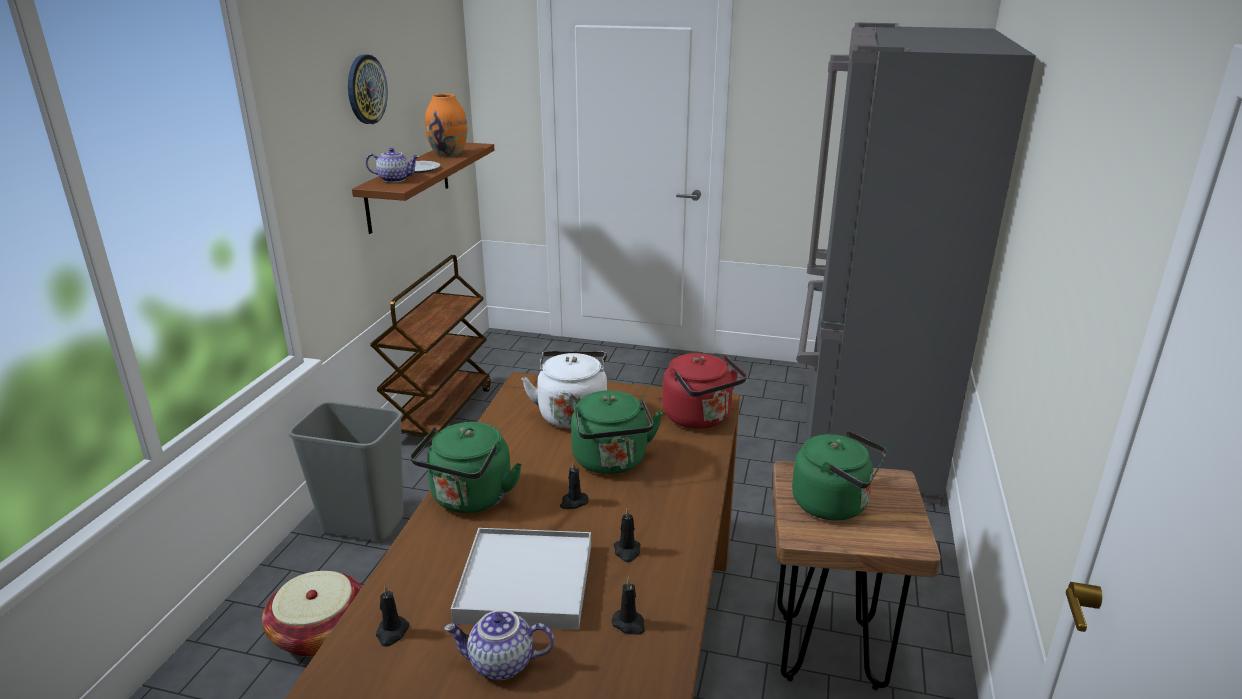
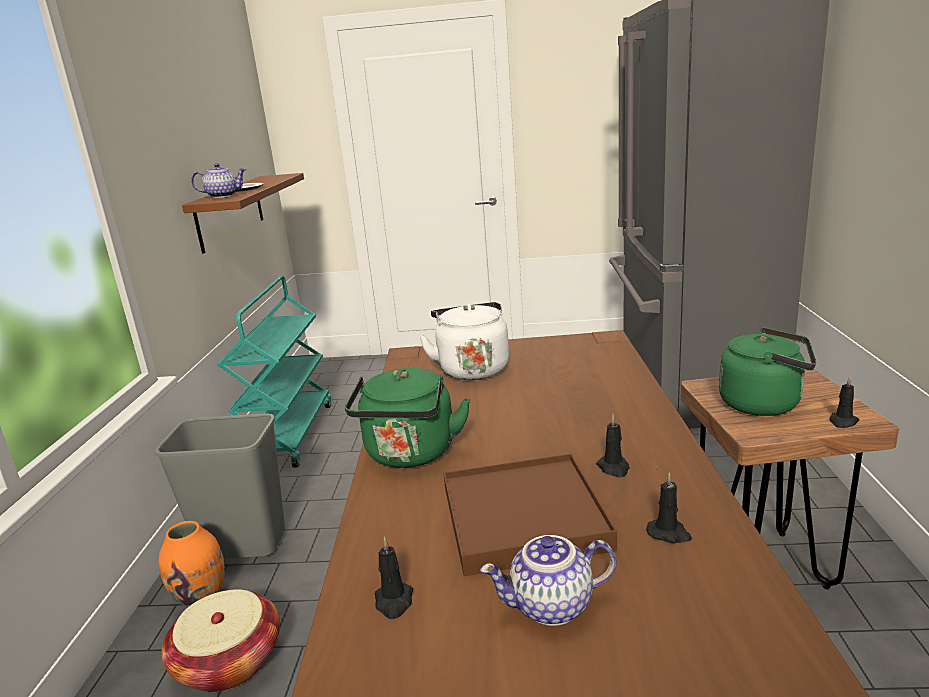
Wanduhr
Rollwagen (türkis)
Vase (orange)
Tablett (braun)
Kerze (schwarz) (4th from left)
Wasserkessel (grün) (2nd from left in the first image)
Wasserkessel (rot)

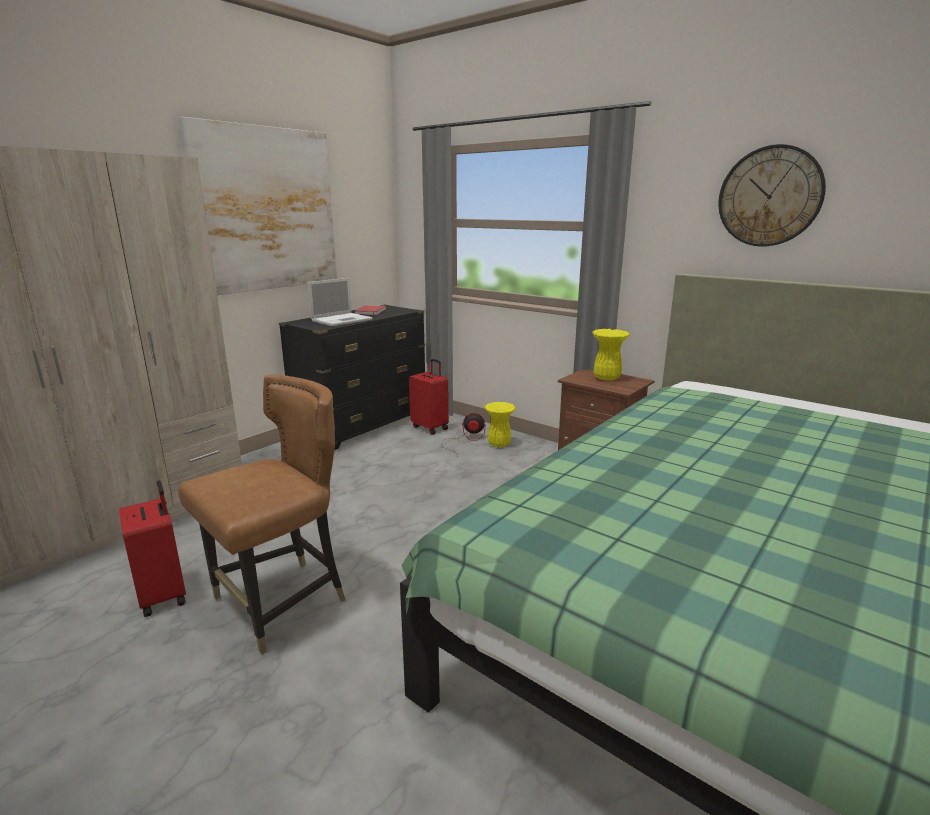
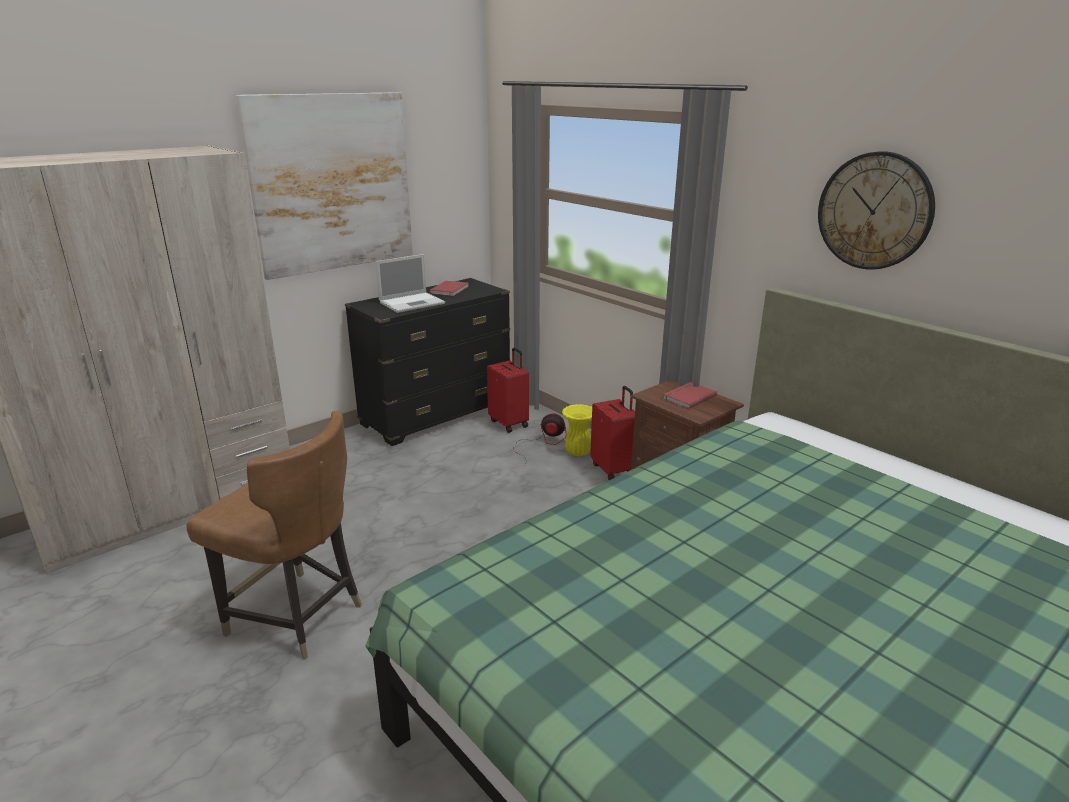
Koffer (rot) (2nd from left)
Stuhl (braun)
Buch (rot) (2nd from left)

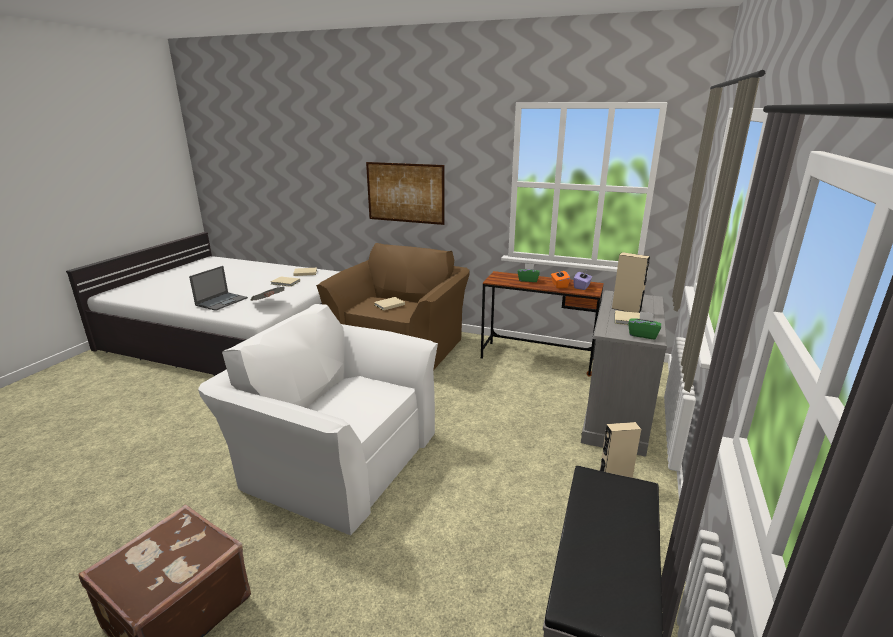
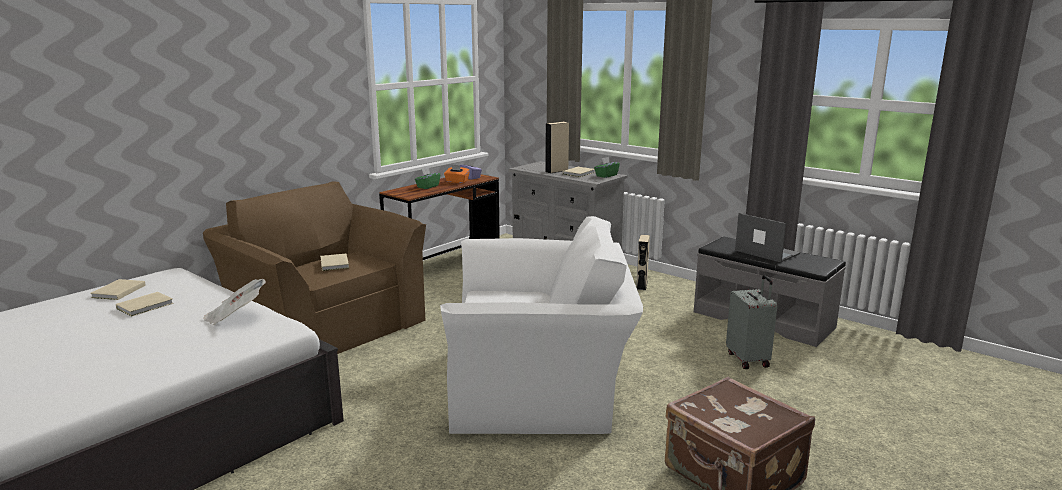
Laptop
Sessel (weiß)
Bild
Koffer (grau)

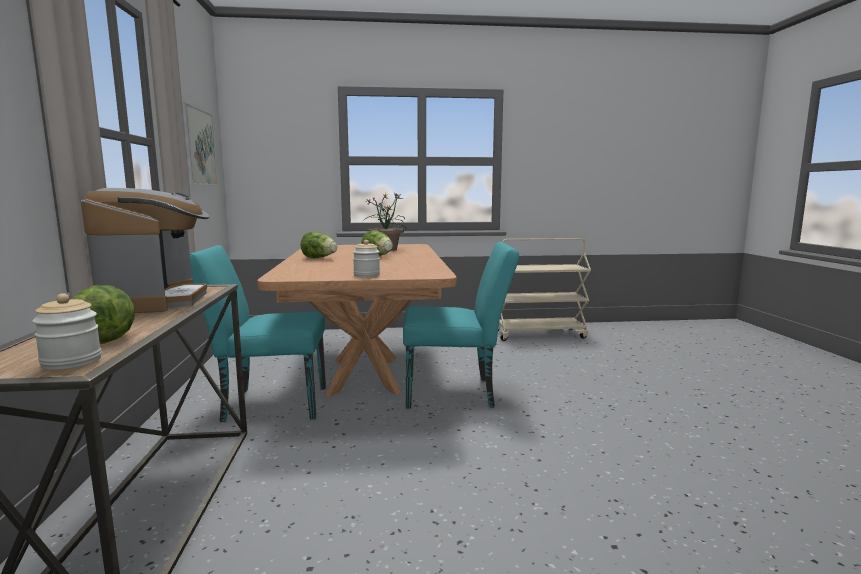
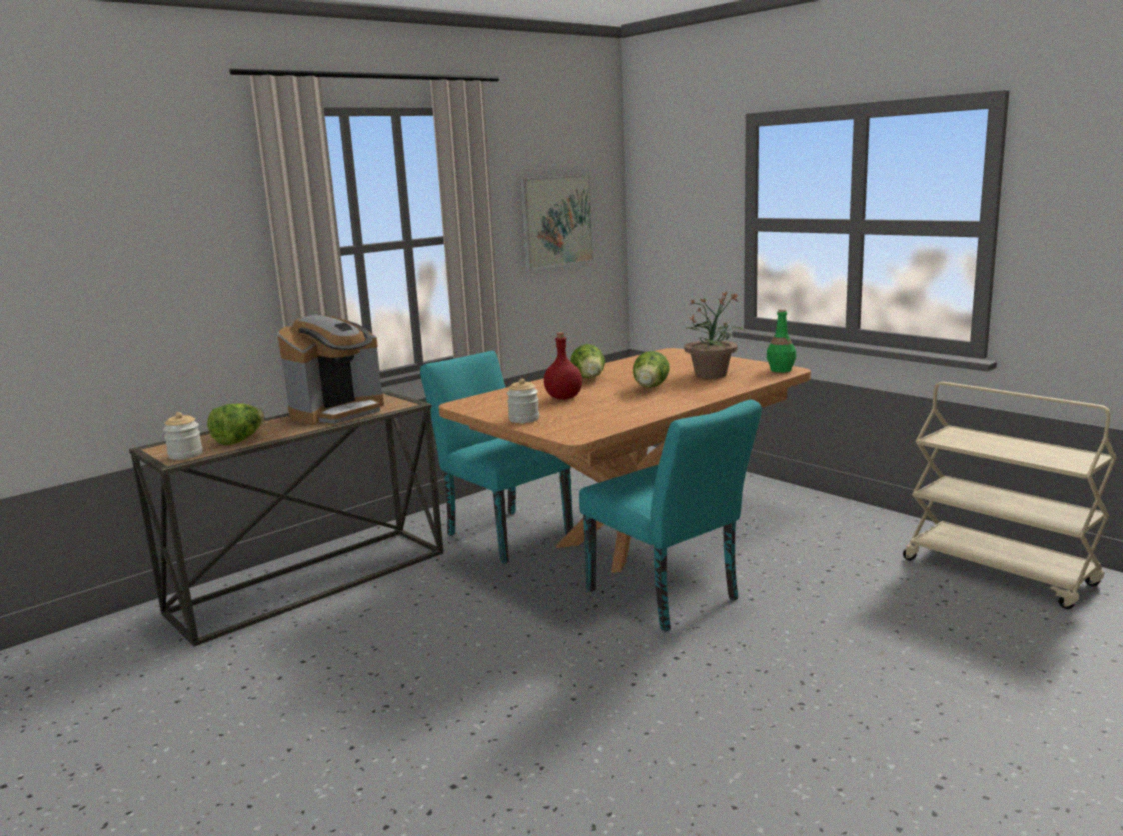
Flasche (rot)
Flasche (grün)

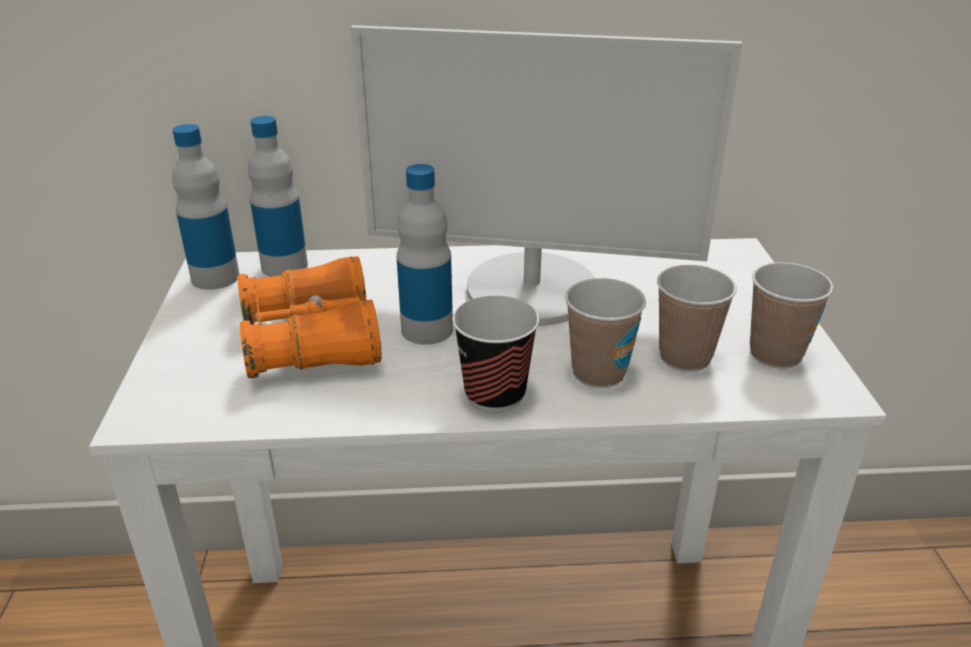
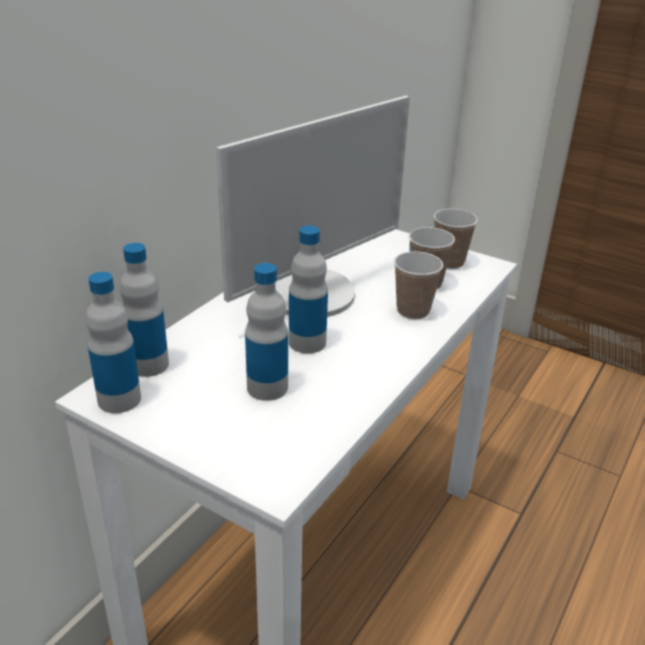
Flasche (3rd from left)
Tasse (1st from left in the first image)

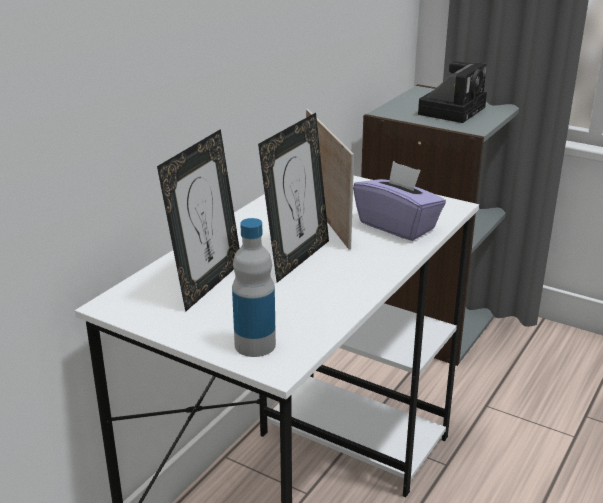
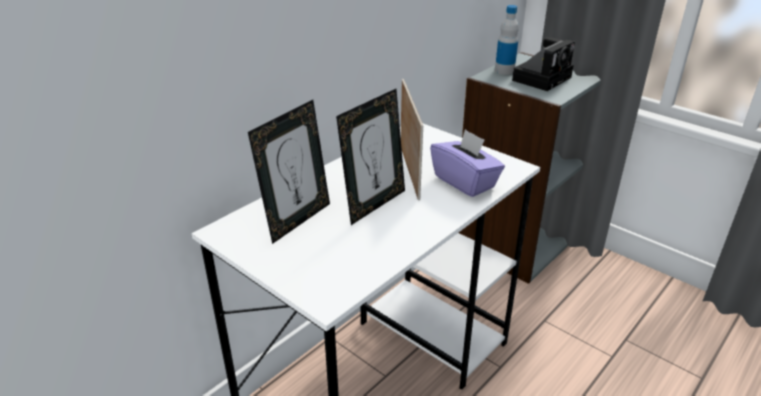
Flasche

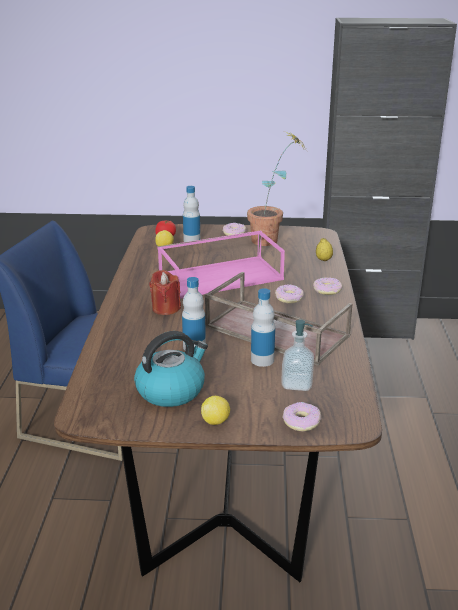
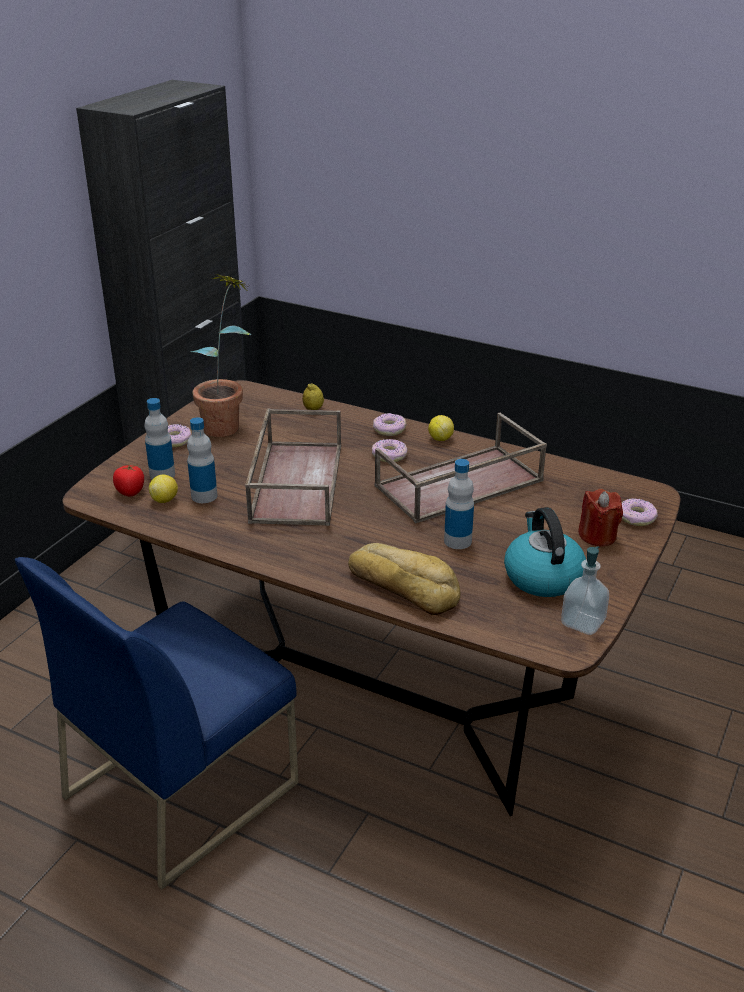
Kerze (rot)
Tablett (braun) (1st from left)
Zitrone (3rd from left)
Flasche (2nd from left)
Seifenspender
Brot

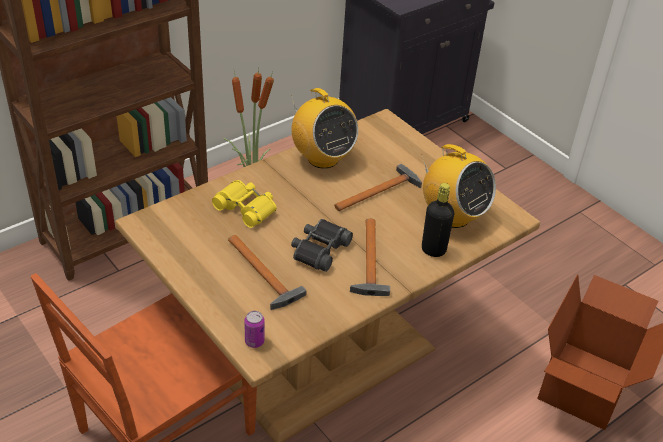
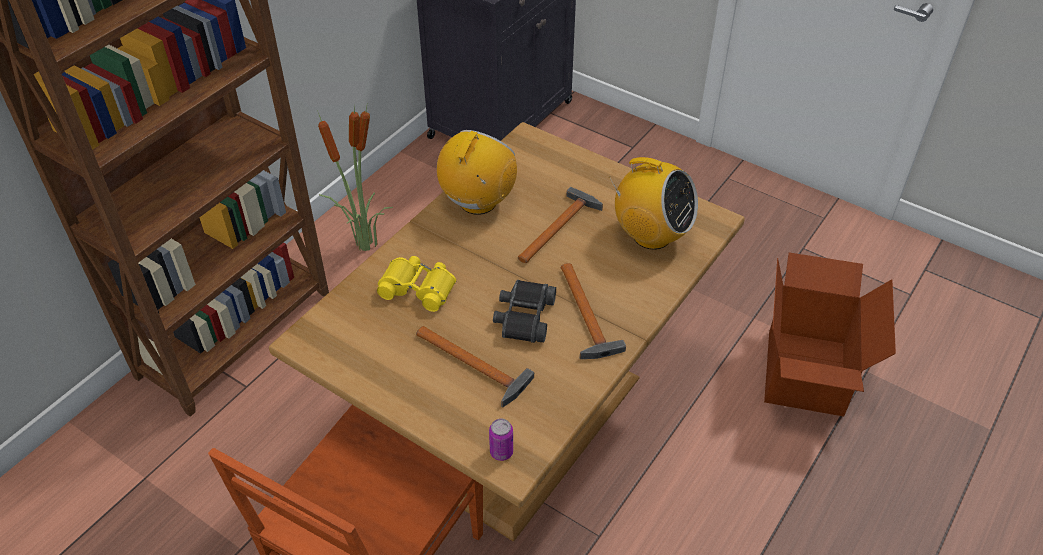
Radio (1st from left)
Flasche (schwarz)

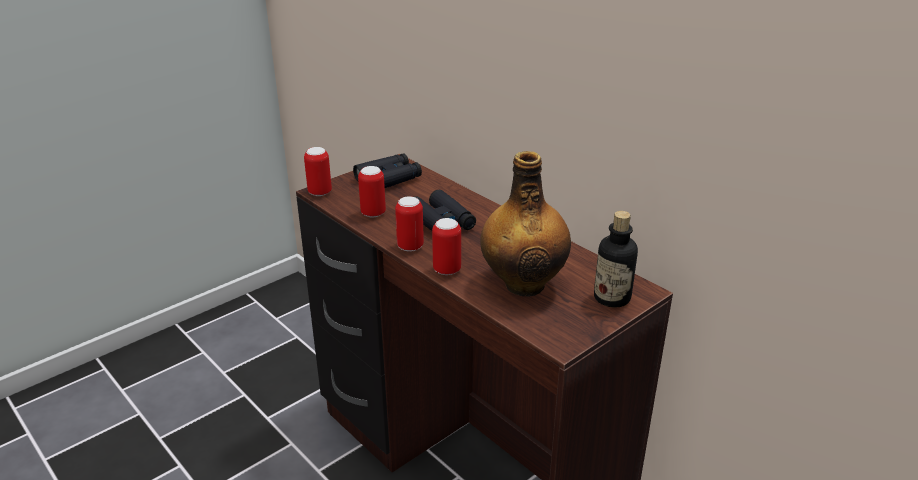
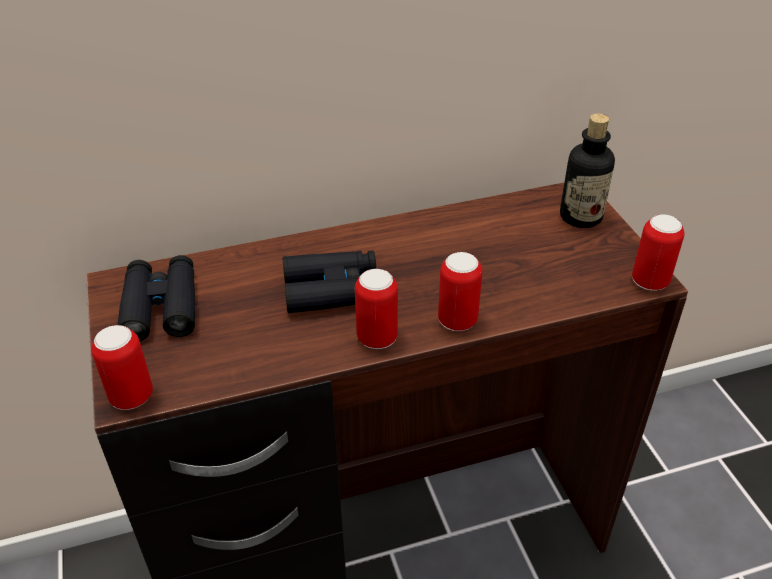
Dose (4th from left)
Flasche (1st from left in the first image)

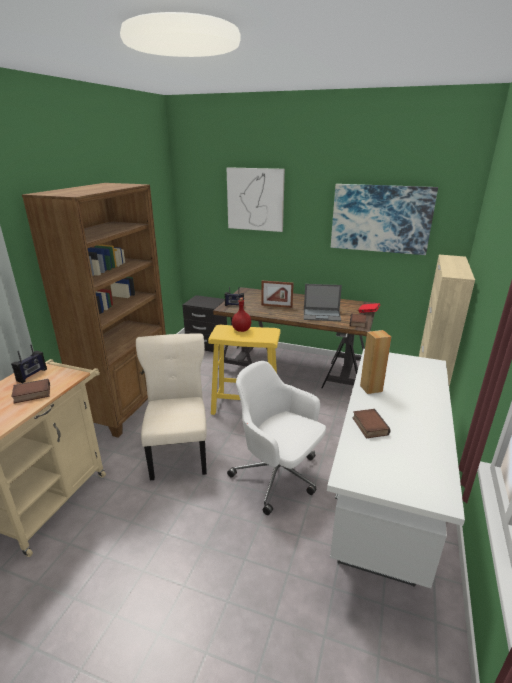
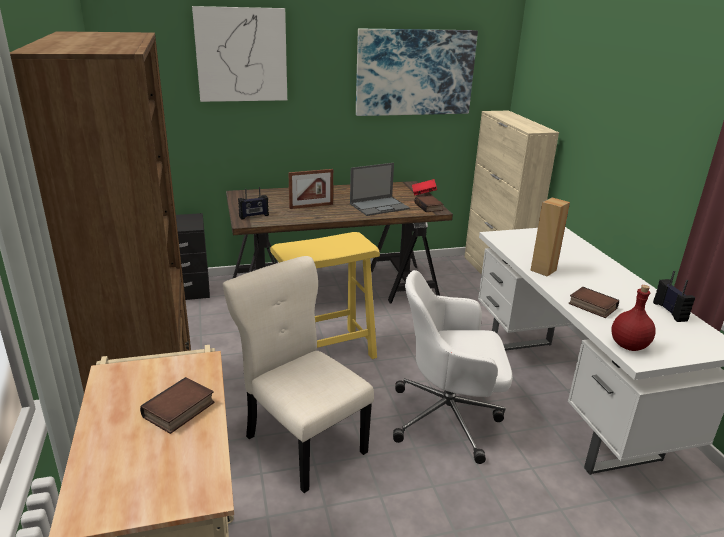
Radio (2nd from left)
Flasche (rot)

